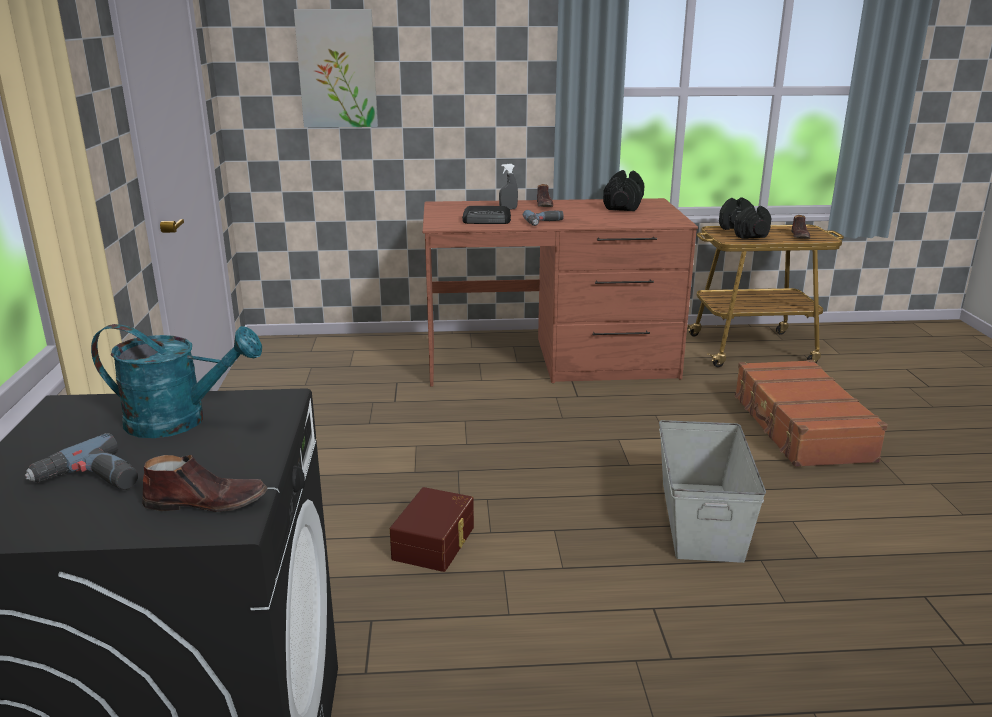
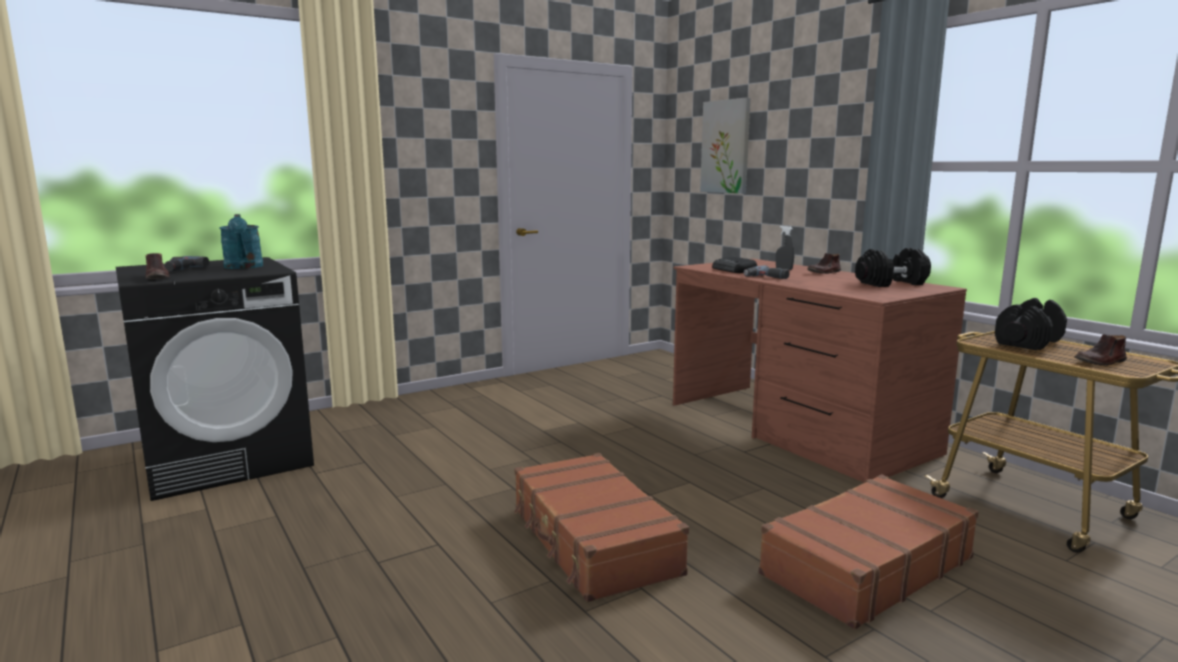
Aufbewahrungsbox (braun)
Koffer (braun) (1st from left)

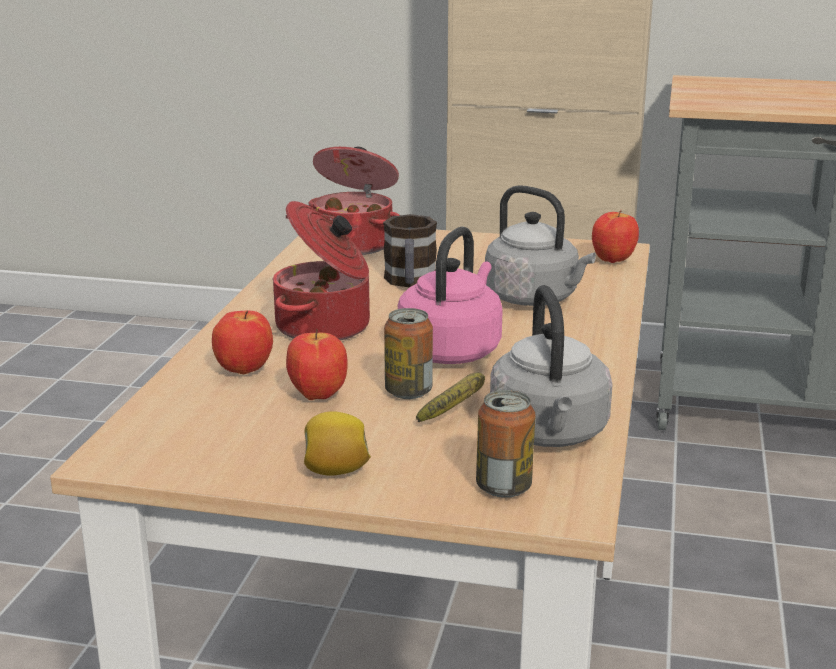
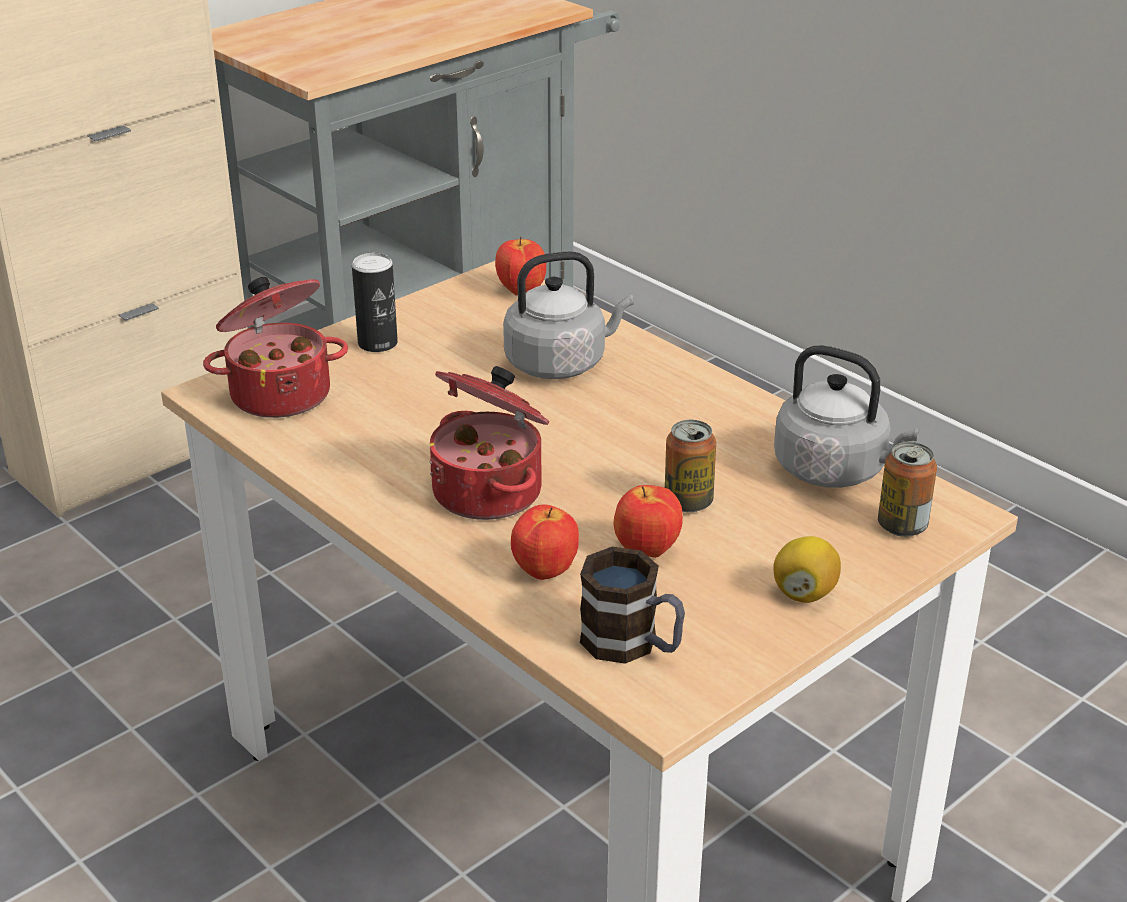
Henkelbecher
Wasserkessel (rosa)
Banane
Dose (1st from left)

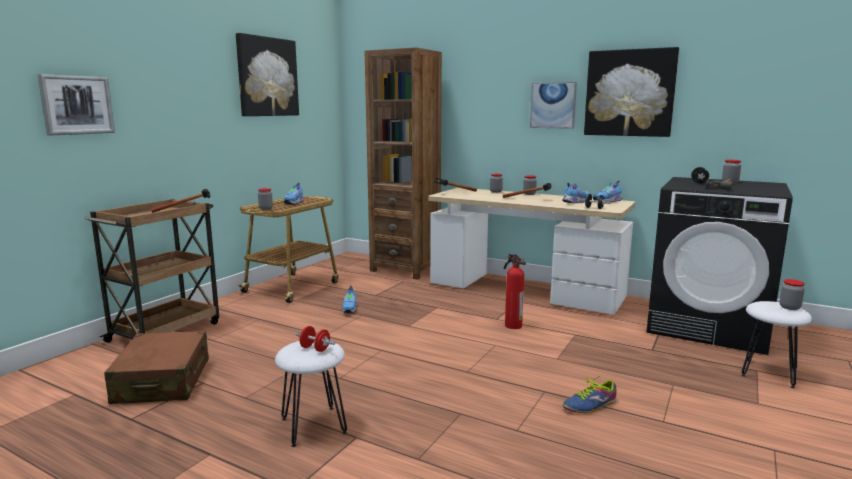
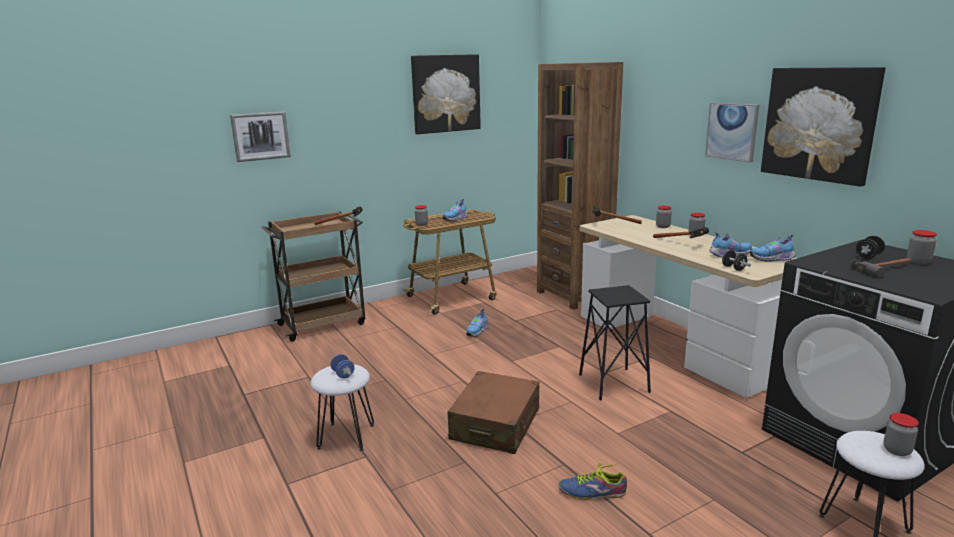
Koffer (braun)
Hantel (blau)
Hocker (schwarz)

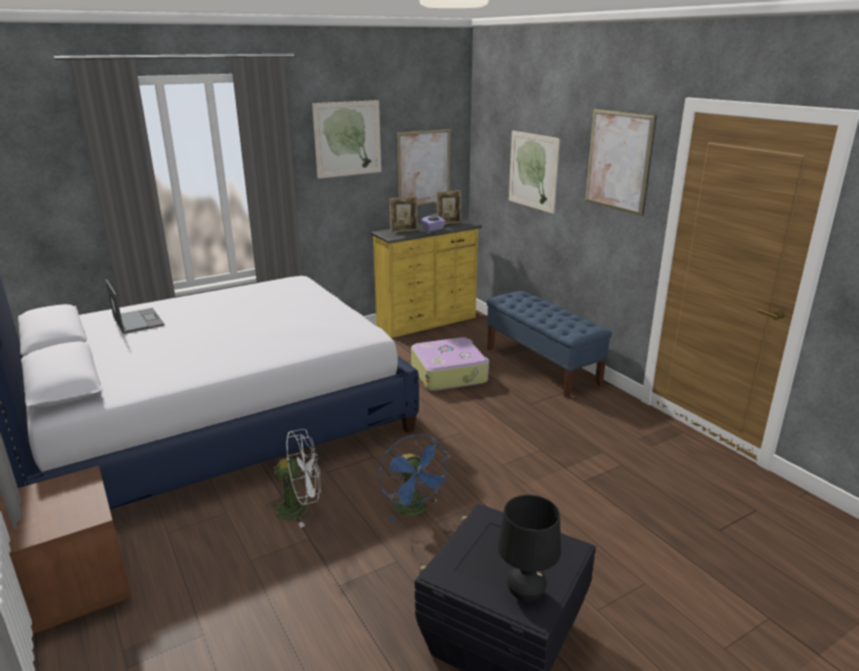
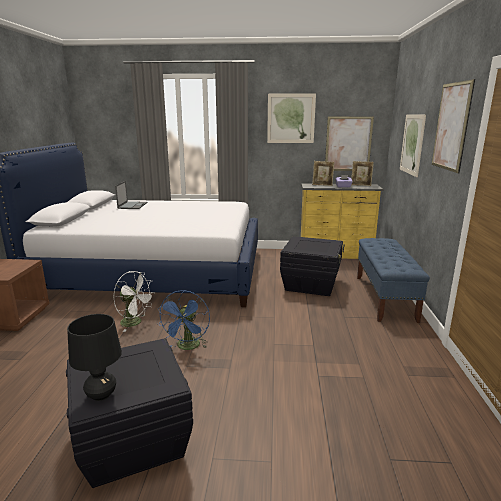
Aufbewahrungsbox (schwarz) (2nd from left)

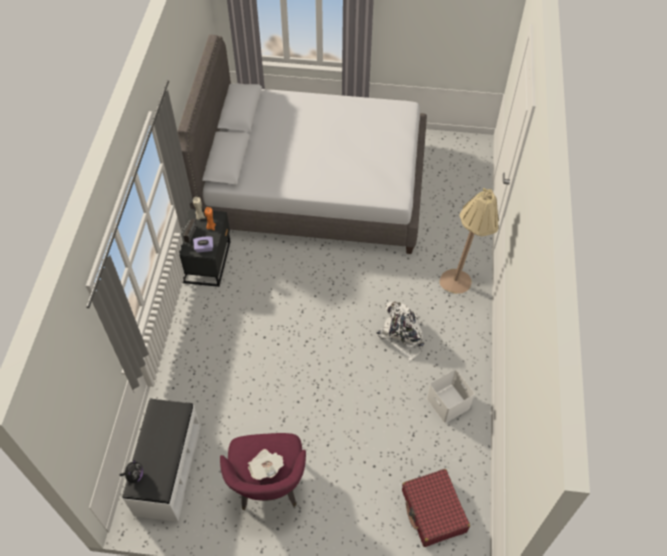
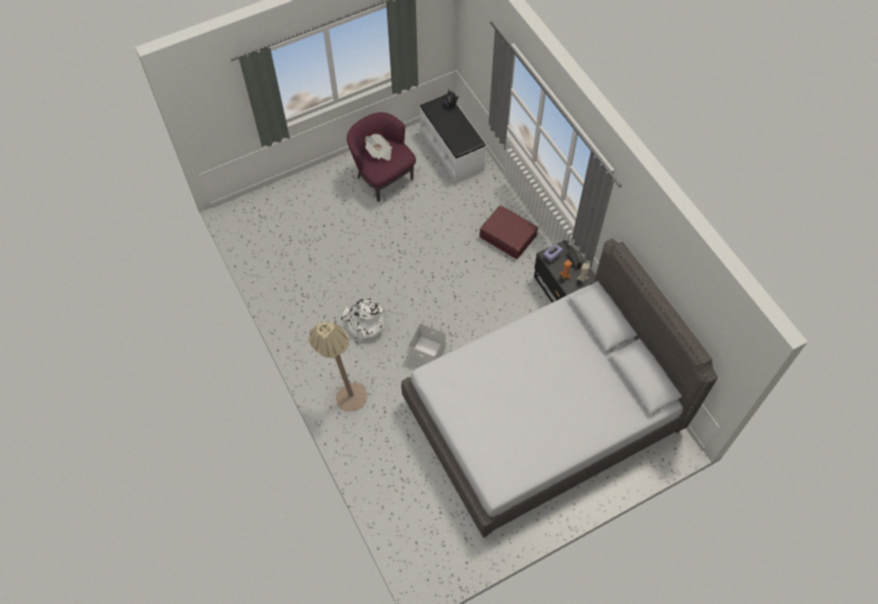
Koffer (rot)
Aufbewahrungsbox (weiß)

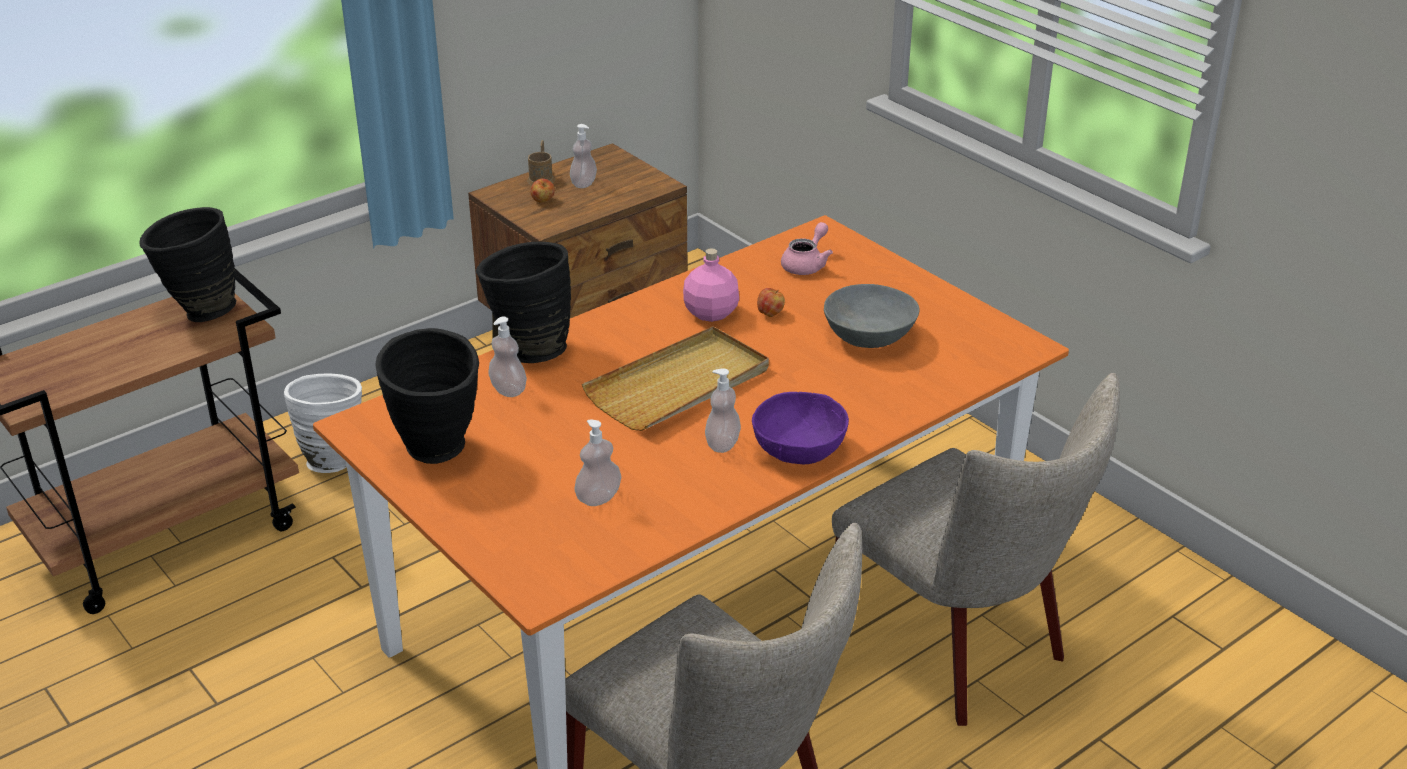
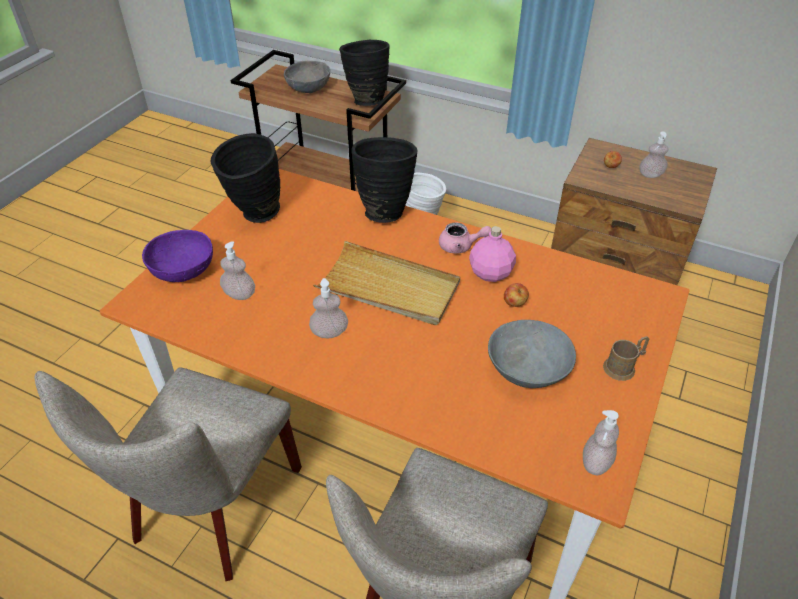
Seifenspender (3rd from left)
Henkelbecher (braun)
Schüssel (lila)
Teekanne (rosa)
Schüssel (grau) (1st from left)

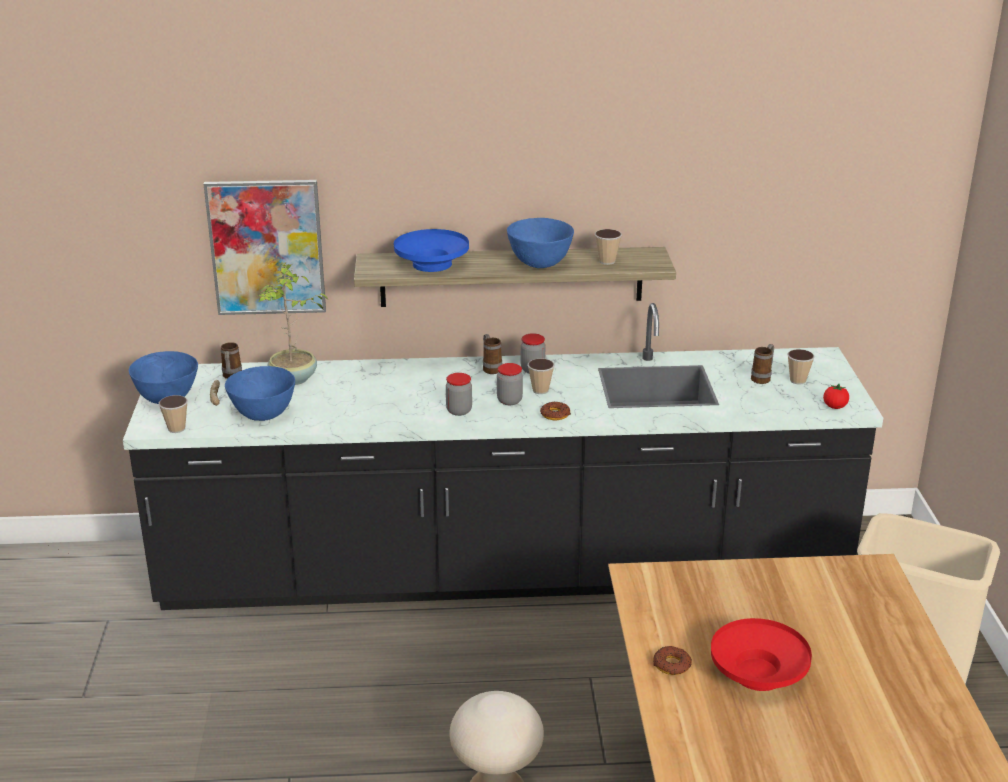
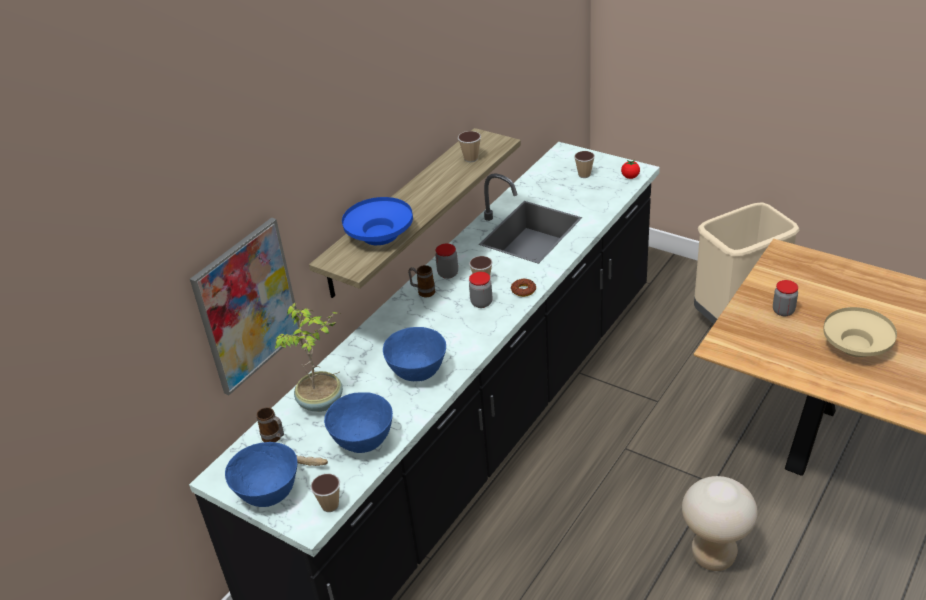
Vorratsglas (3rd from left)
Schüssel (blau) (4th from left)
Donut (2nd from left in the first image)
Schüssel (beige)
Henkelbecher (3rd from left in the first image)

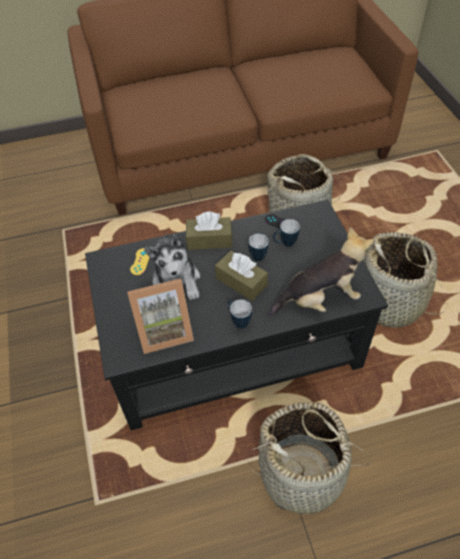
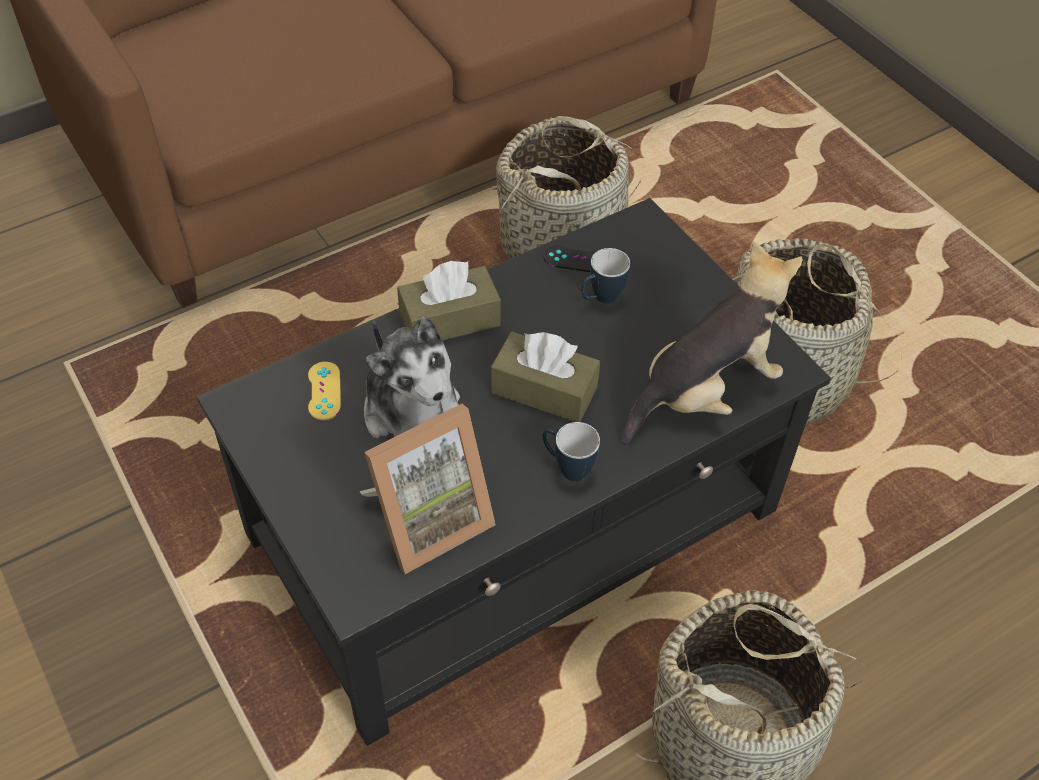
Henkelbecher (2nd from left in the first image)

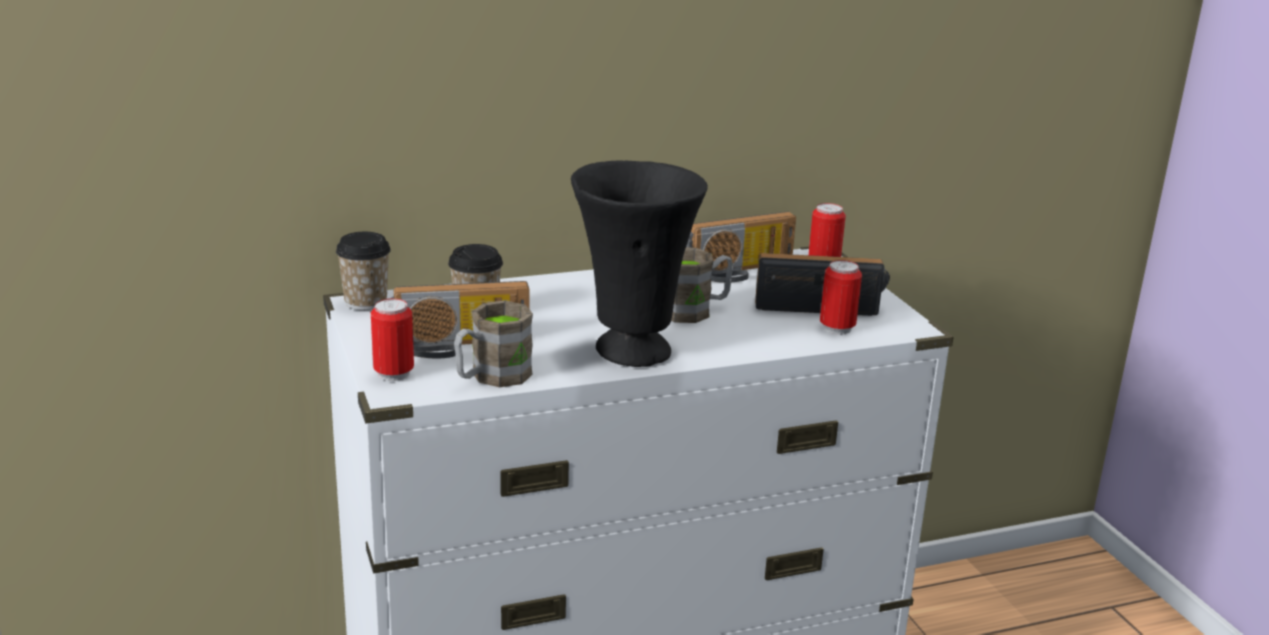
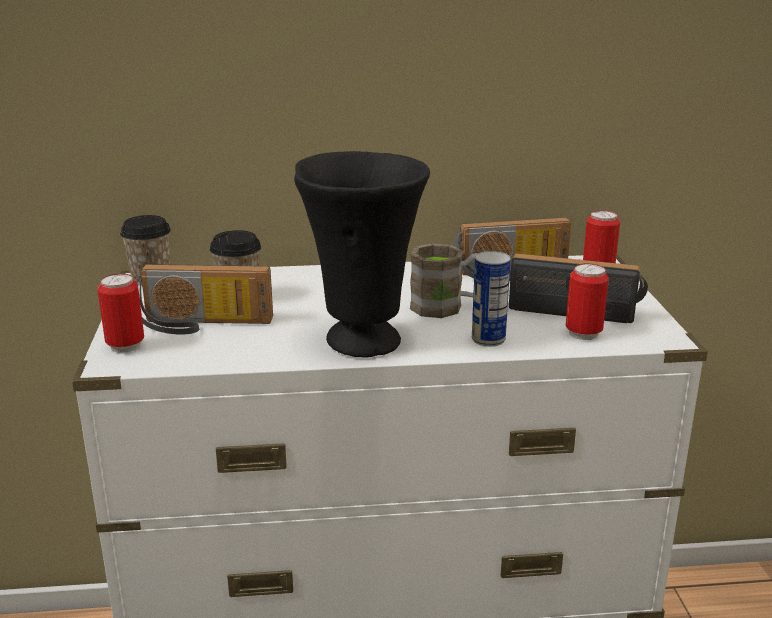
Henkelbecher (braun) (1st from left in the first image)
Dose (2nd from left)

